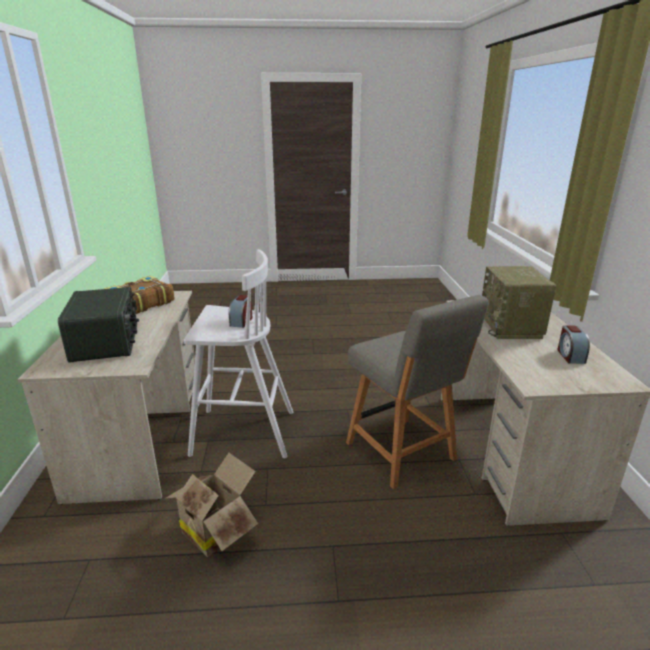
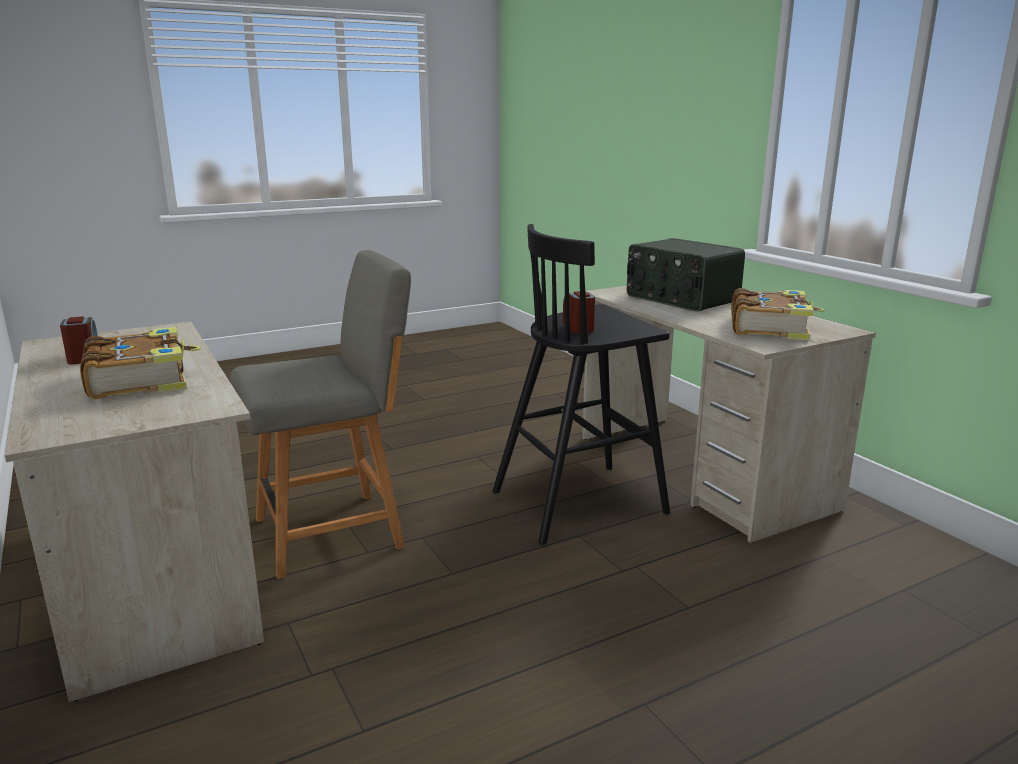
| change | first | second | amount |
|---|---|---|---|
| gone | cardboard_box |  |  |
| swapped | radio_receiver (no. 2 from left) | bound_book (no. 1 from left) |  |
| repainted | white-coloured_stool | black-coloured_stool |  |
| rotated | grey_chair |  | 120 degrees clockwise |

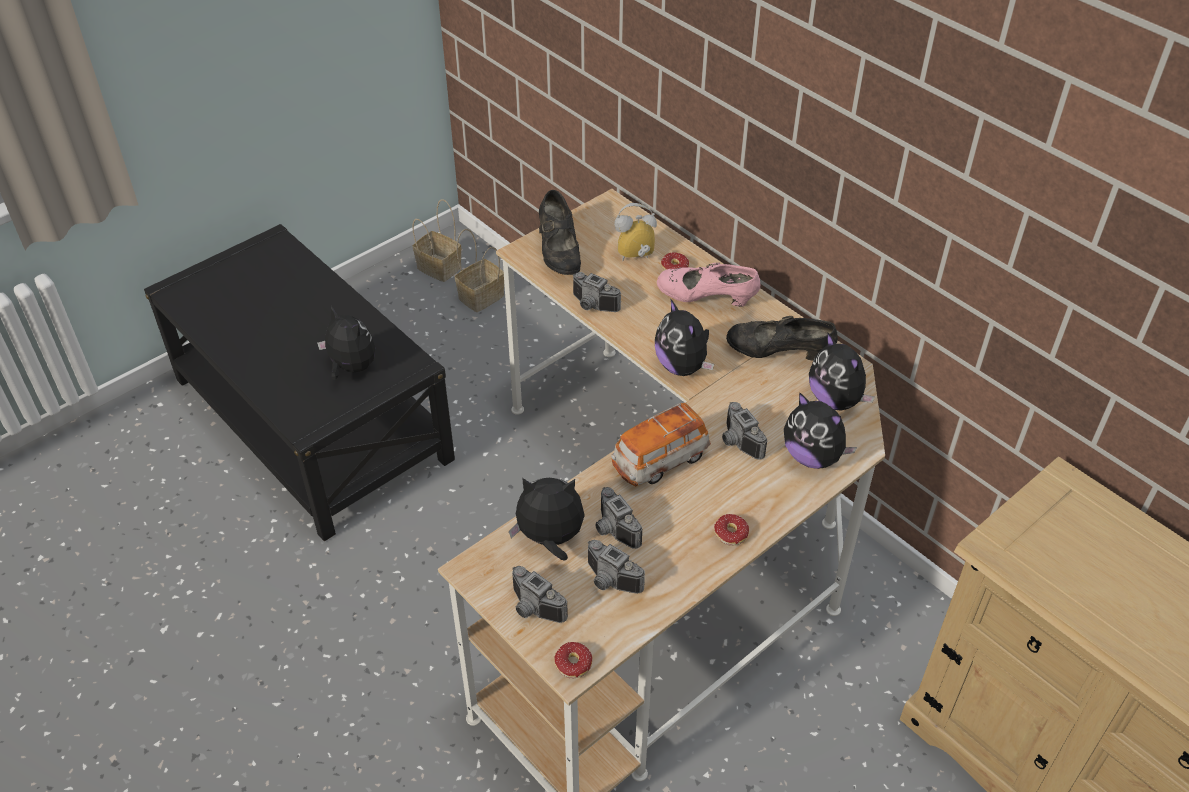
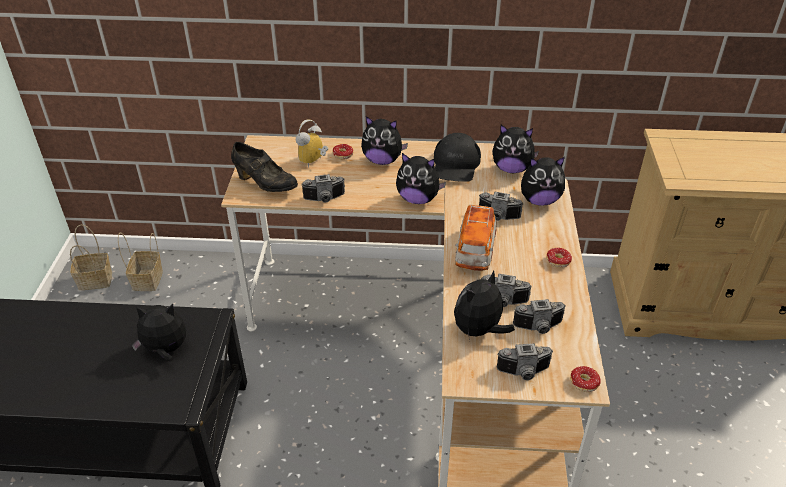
| change | first | second | amount |
|---|---|---|---|
| swapped | pinkish_item_of_footwear | plush_toy (no. 2 from left) |  |
| swapped | black-coloured_item_of_footwear (no. 2 from left) | black-coloured_peaked_cap |  |

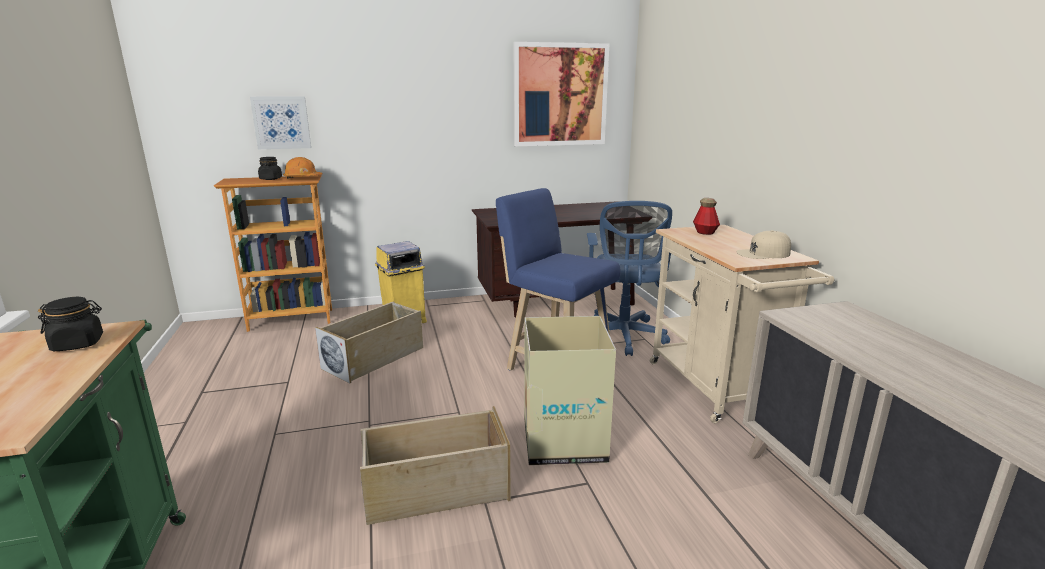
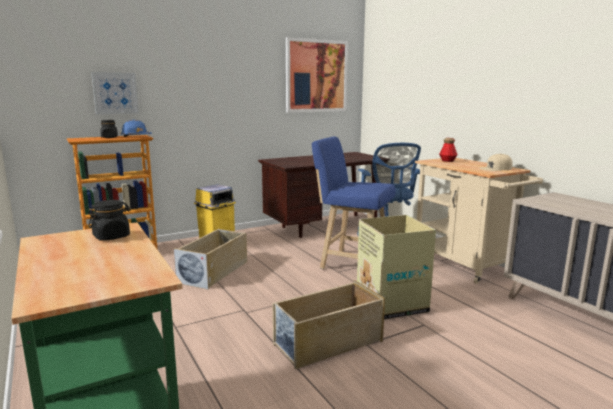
| change | first | second | amount |
|---|---|---|---|
| repainted | orange_safety_helmet | blue-coloured_safety_helmet |  |

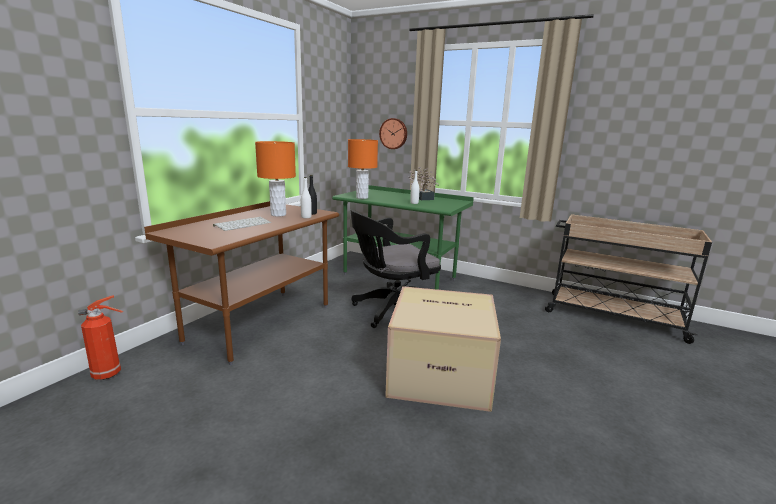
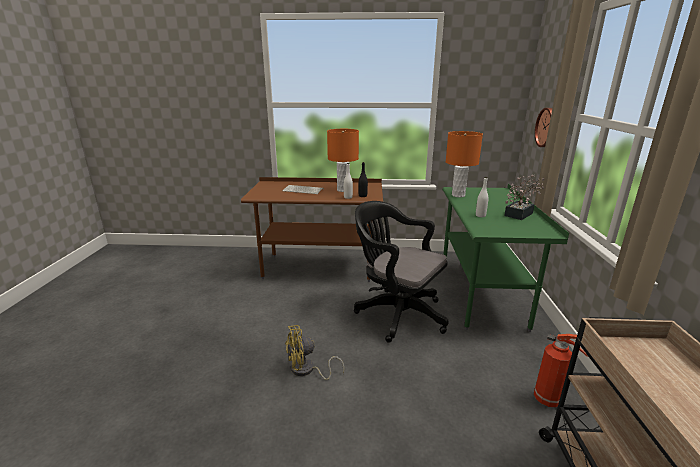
| change | first | second | amount |
|---|---|---|---|
| shifted | fire-fighting_cylinder |  |  |
| swapped | cardboard_box | yellowish_fan |  |

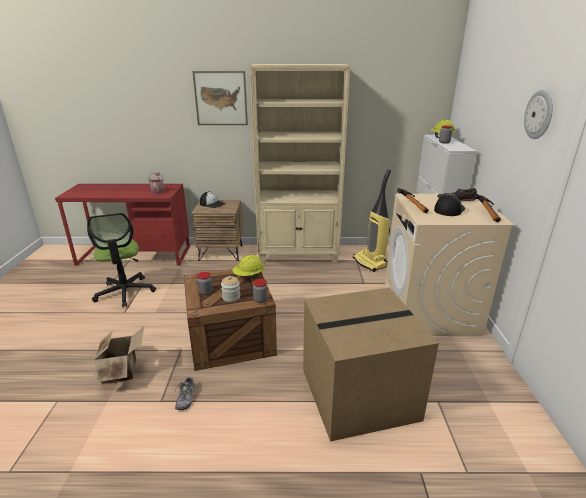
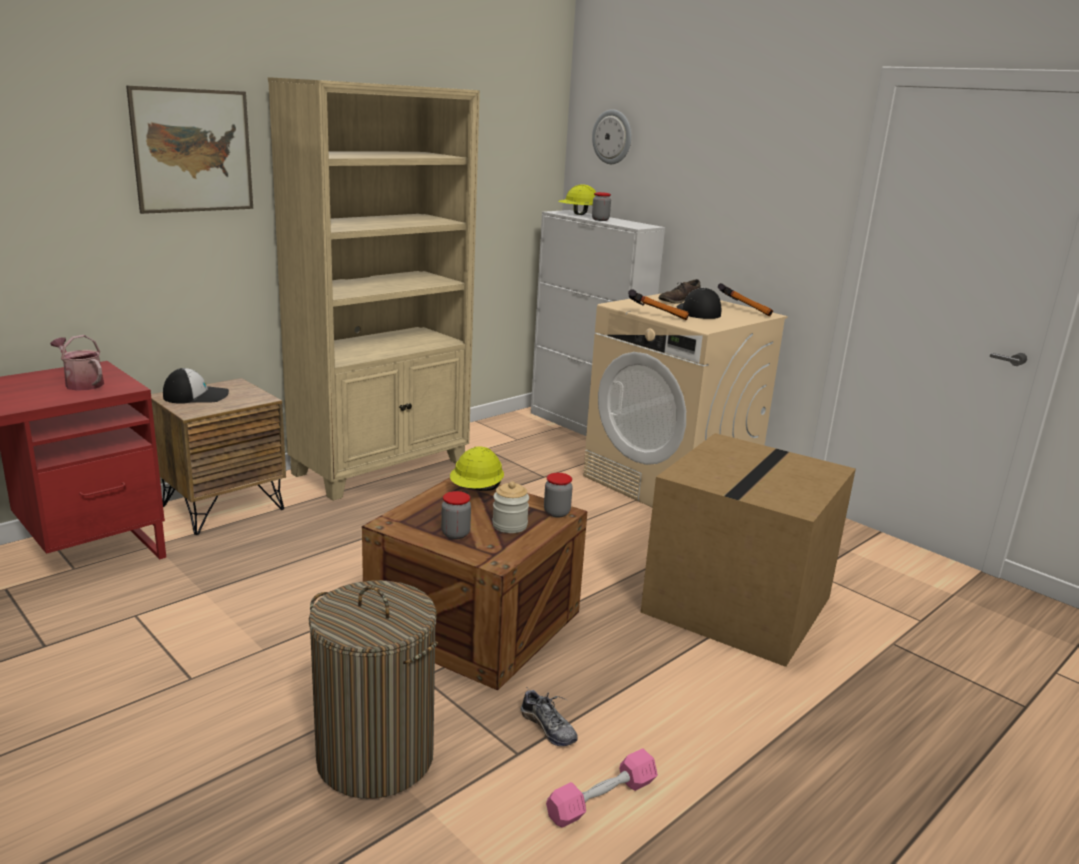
| change | first | second | amount |
|---|---|---|---|
| gone | office_chair |  |  |
| gone | vacuum_cleaner |  |  |
| new |  | pinkish_hand_weight |  |
| shifted | wall_clock |  |  |
| swapped | cardboard_box (no. 1 from left) | laundry_basket |  |

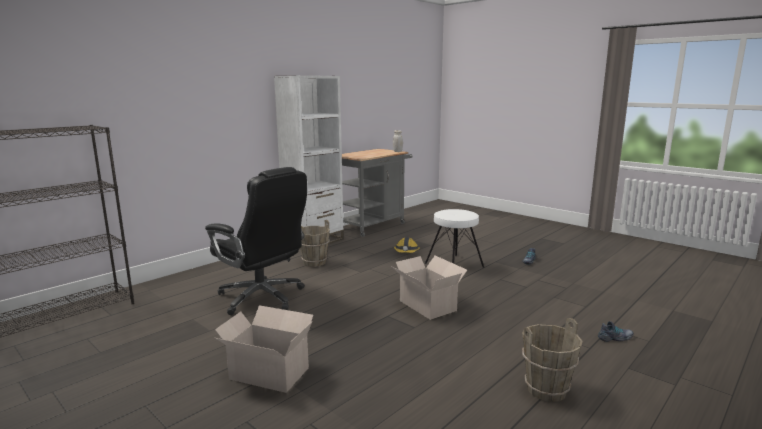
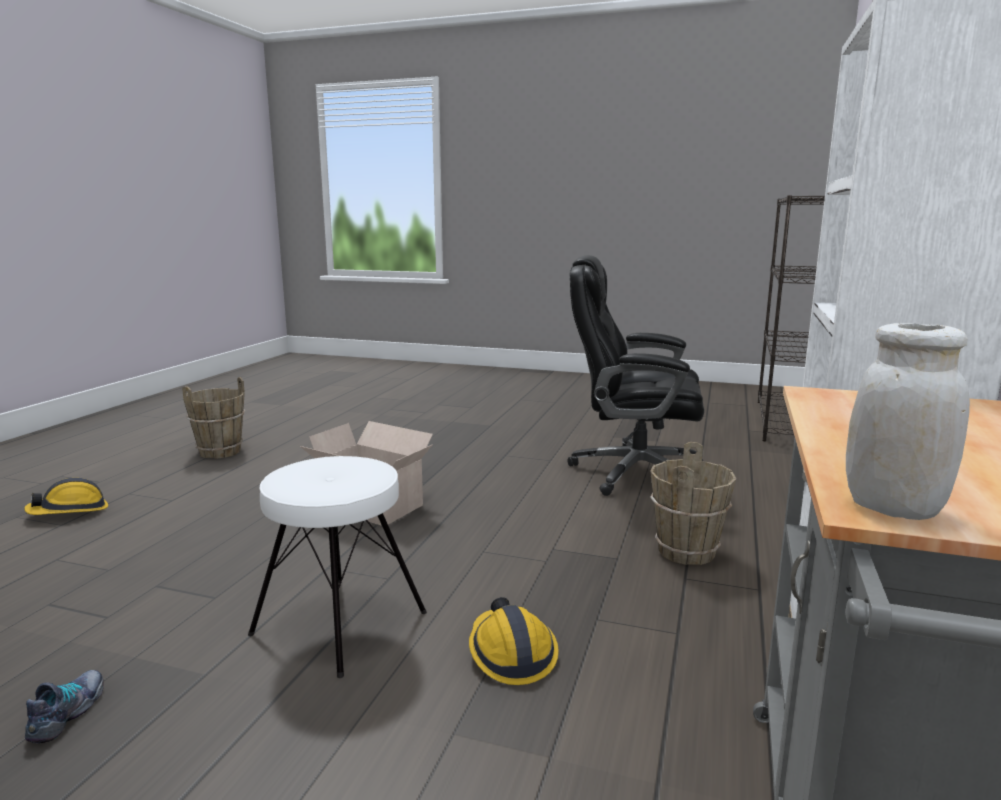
| change | first | second | amount |
|---|---|---|---|
| gone | cardboard_box (no. 1 from left) |  |  |
| swapped | item_of_footwear (no. 2 from left) | safety_helmet (no. 1 from left) |  |

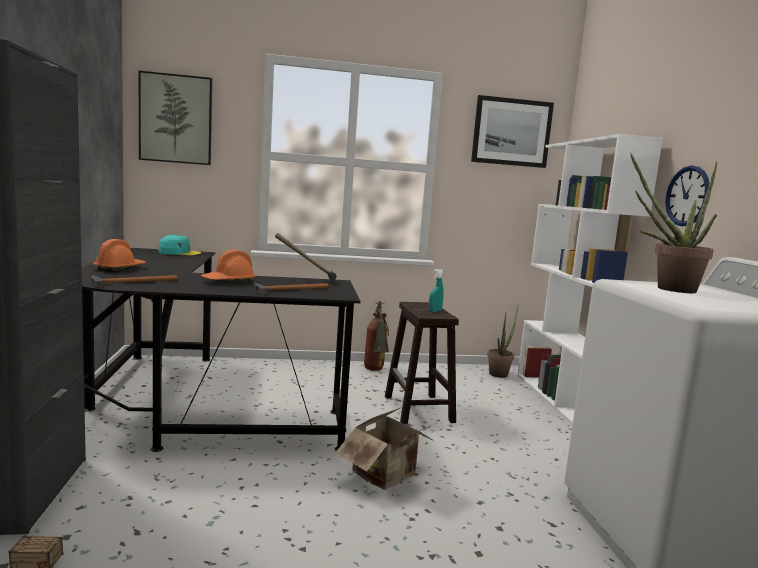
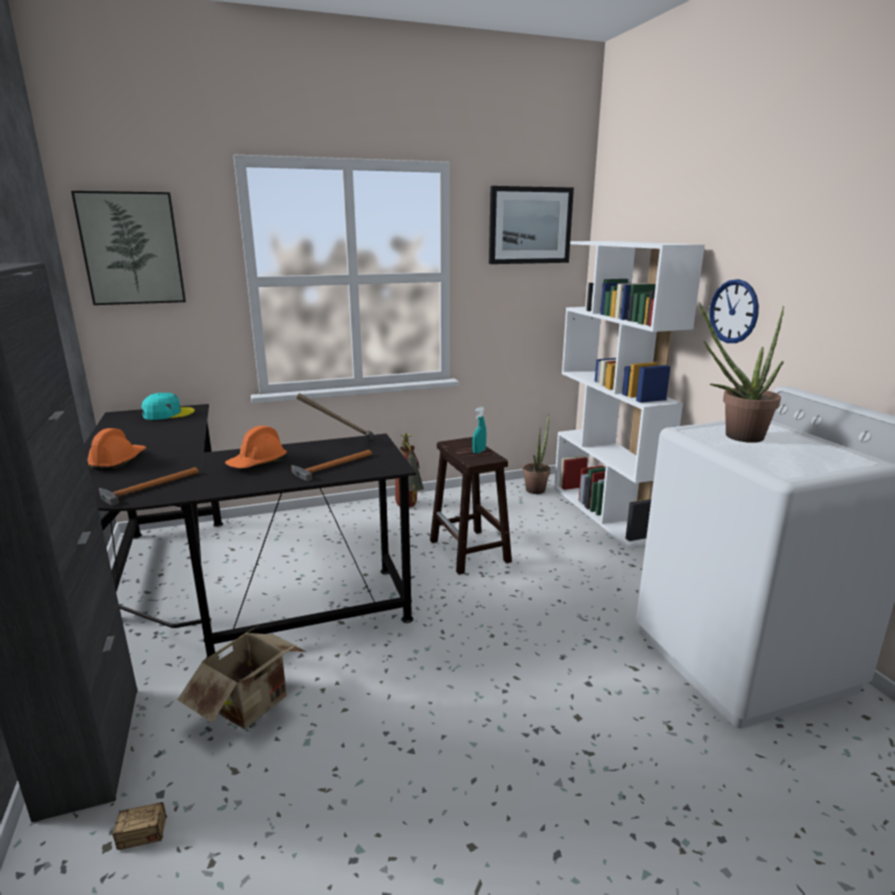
| change | first | second | amount |
|---|---|---|---|
| shifted | cardboard_box |  |  |

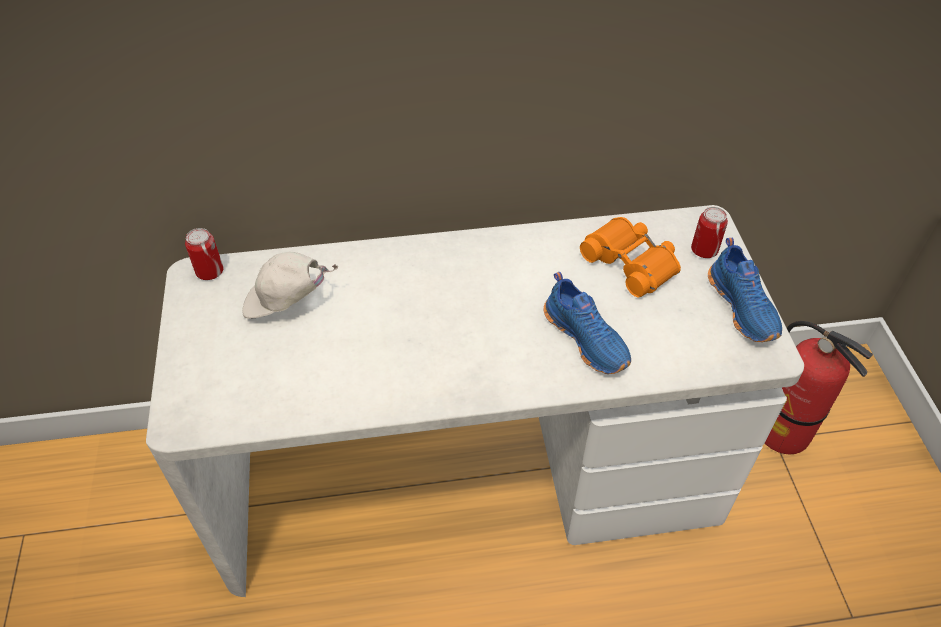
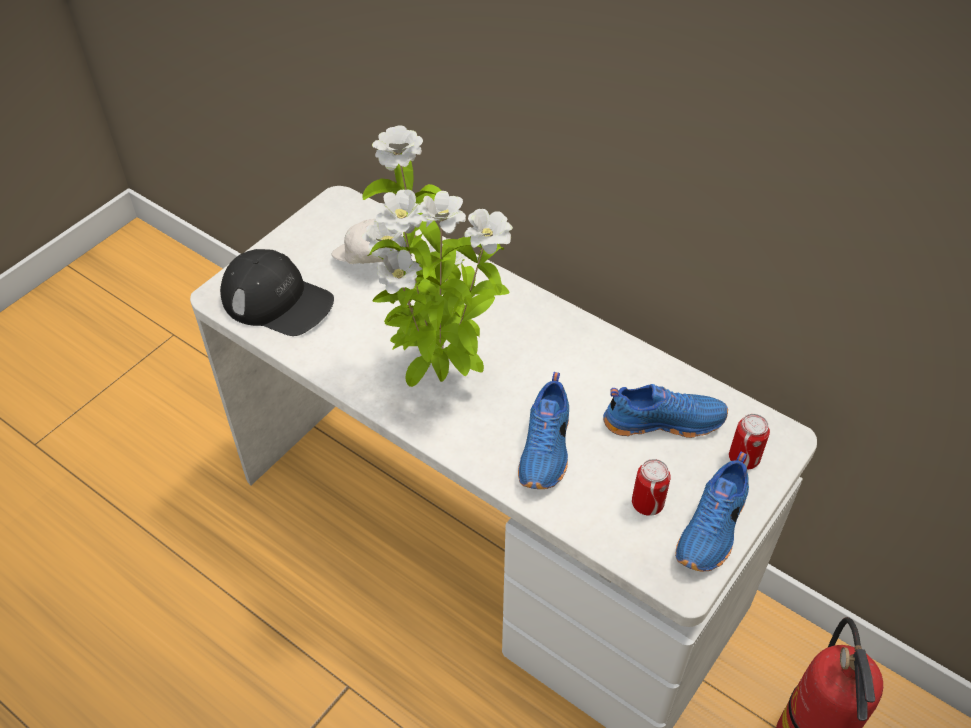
| change | first | second | amount |
|---|---|---|---|
| new |  | black-coloured_peaked_cap |  |
| new |  | houseplant |  |
| shifted | can (no. 1 from left) |  |  |
| swapped | orange_binoculars | blue-coloured_item_of_footwear (no. 2 from left) |  |

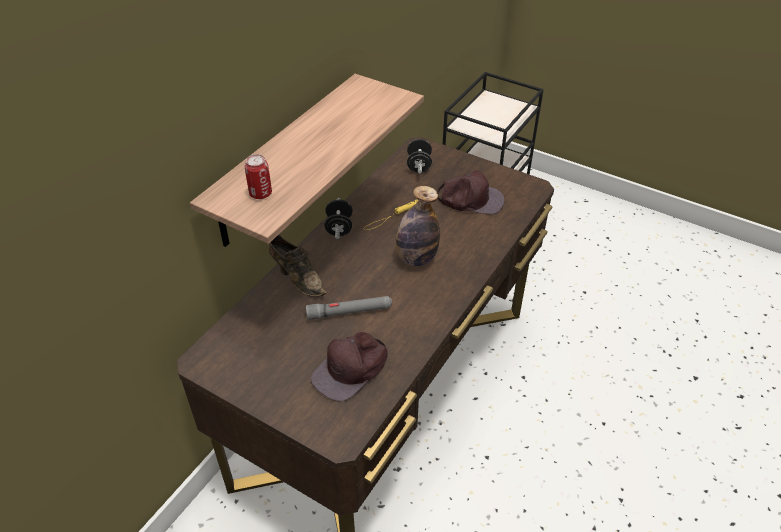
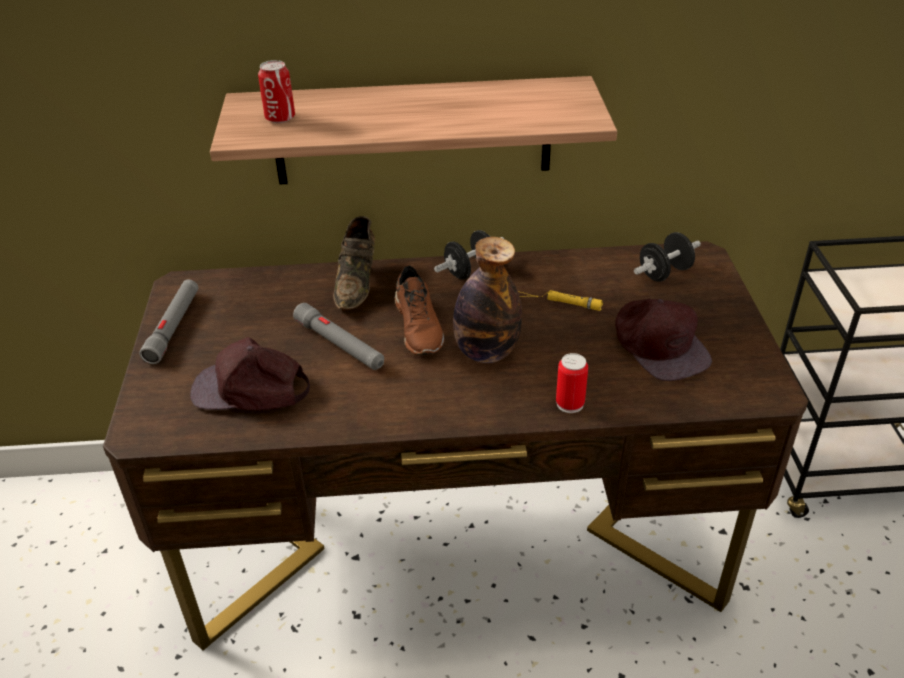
| change | first | second | amount |
|---|---|---|---|
| new |  | grey_torch (no. 1 from left) |  |
| new |  | brownish_item_of_footwear (no. 2 from left) |  |
| new |  | can (no. 2 from left) |  |

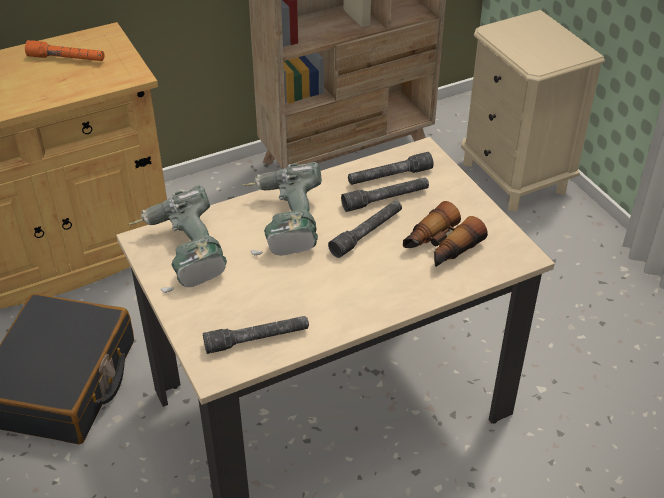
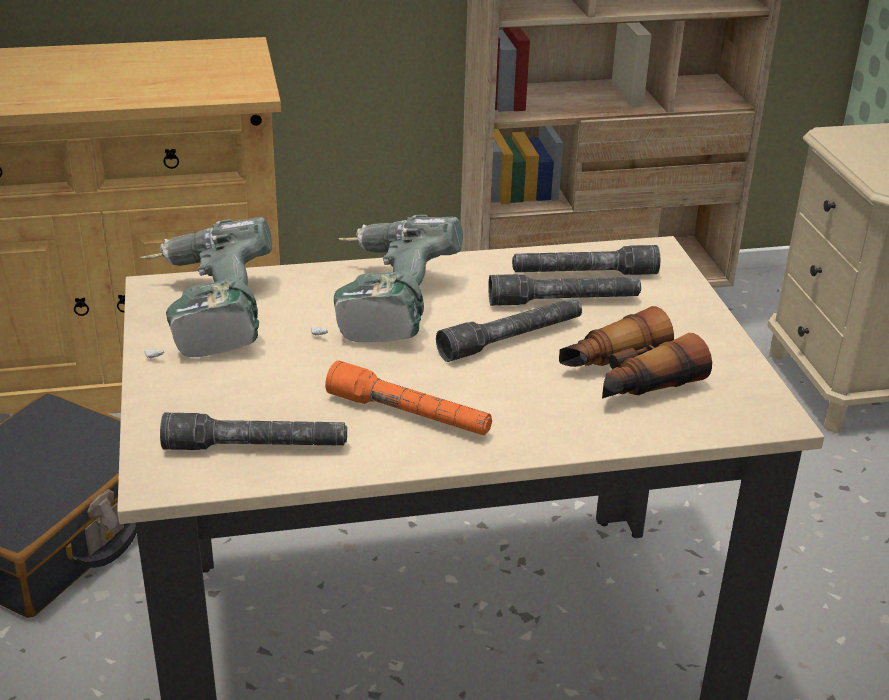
| change | first | second | amount |
|---|---|---|---|
| shifted | orange_torch |  |  |

